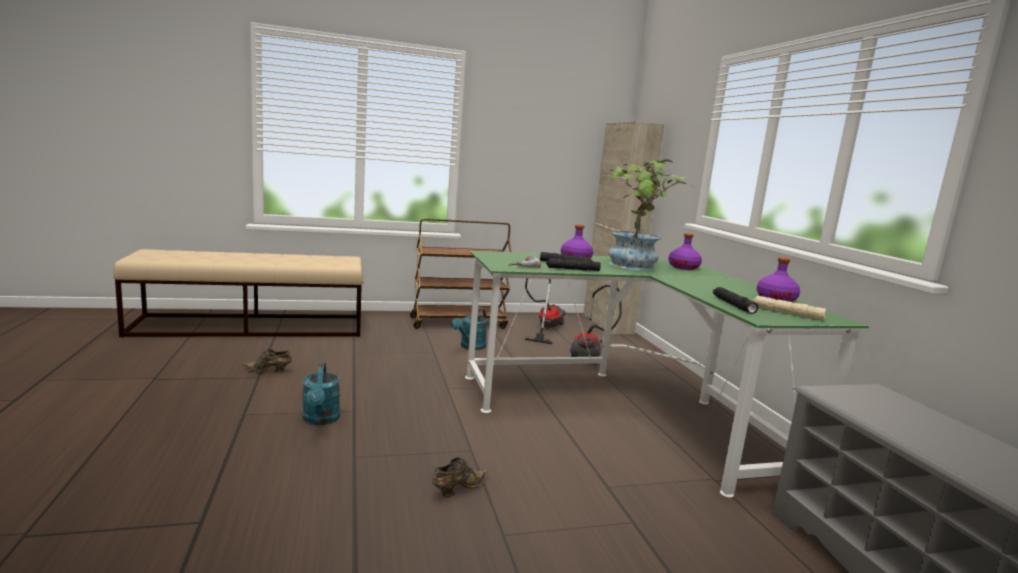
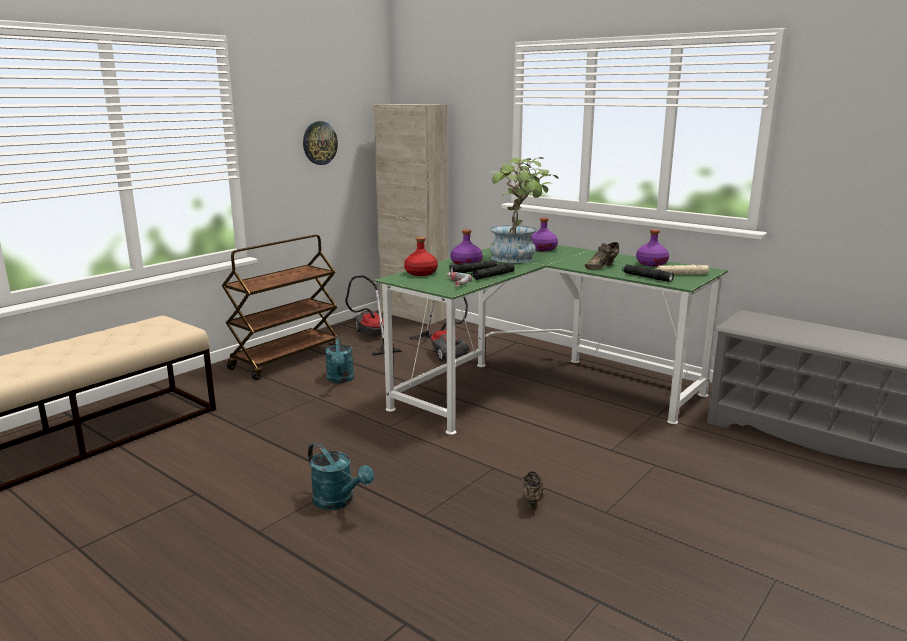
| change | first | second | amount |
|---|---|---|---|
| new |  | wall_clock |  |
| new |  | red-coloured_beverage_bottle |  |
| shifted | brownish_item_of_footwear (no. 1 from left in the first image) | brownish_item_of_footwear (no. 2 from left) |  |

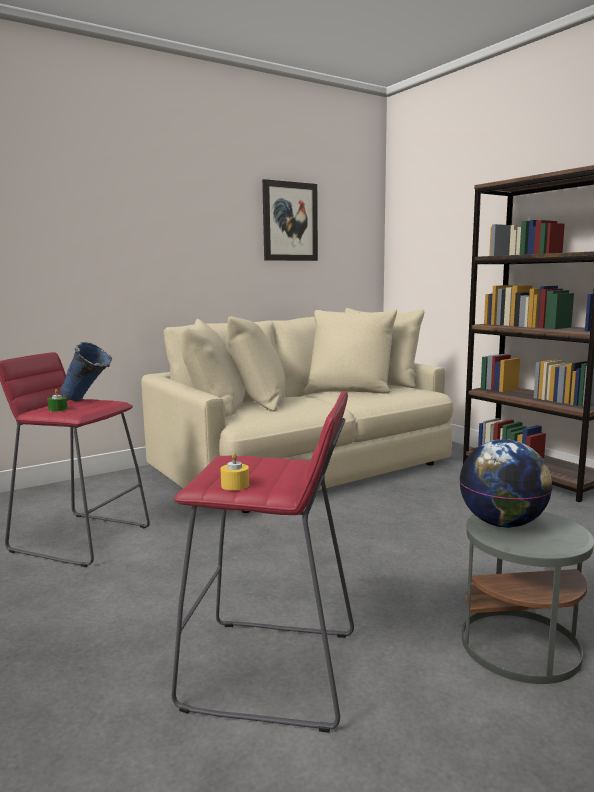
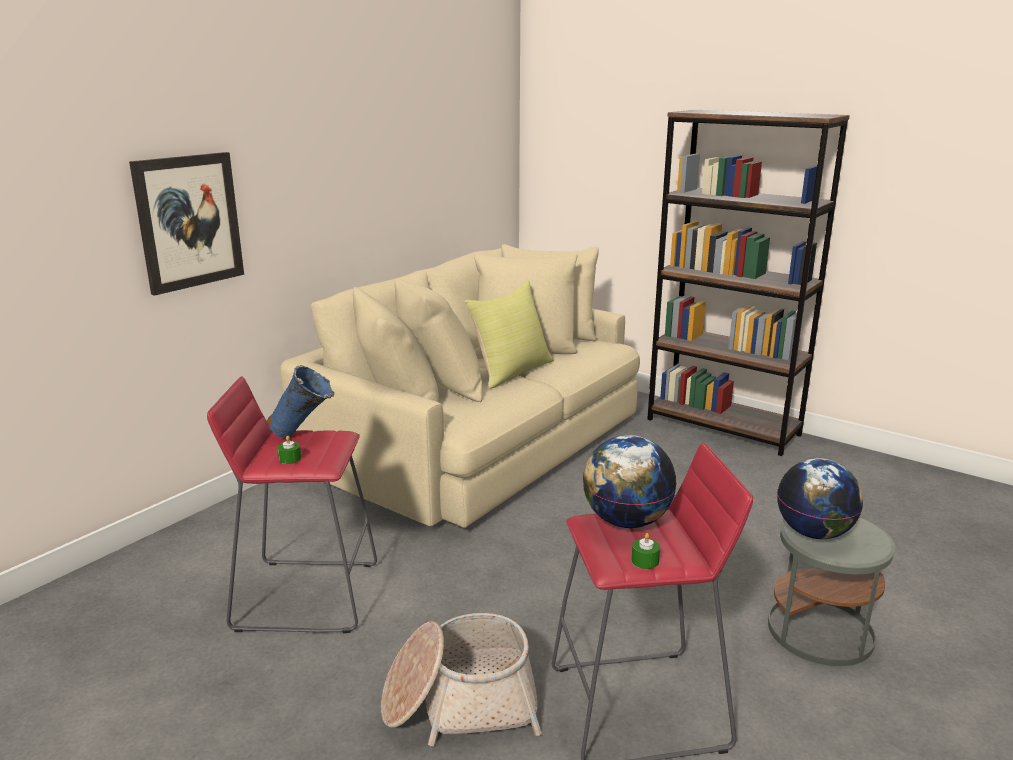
| change | first | second | amount |
|---|---|---|---|
| new |  | storage_basket |  |
| new |  | yellowish_cushion |  |
| new |  | desk_globe (no. 1 from left) |  |
| shifted | wall_art |  |  |
| repainted | yellowish_candle | green_candle (no. 2 from left) |  |

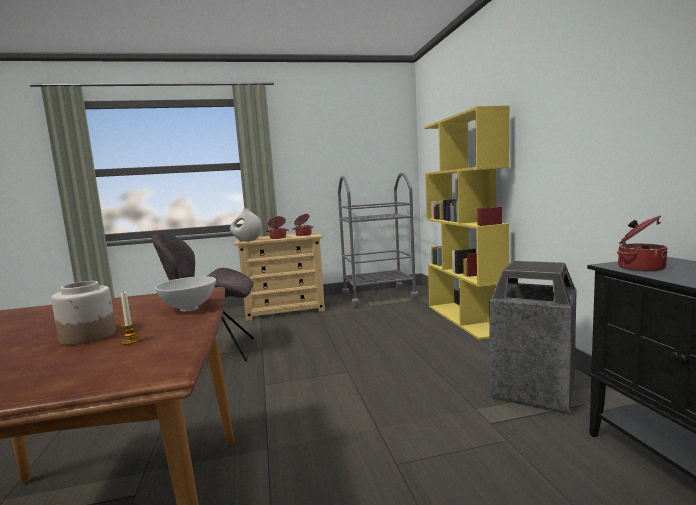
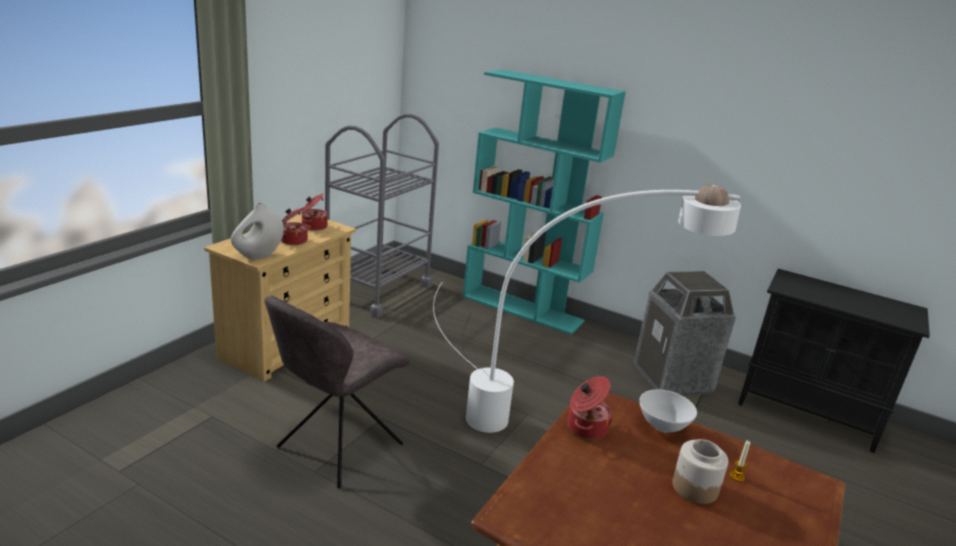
| change | first | second | amount |
|---|---|---|---|
| new |  | white-coloured_standing_lamp |  |
| shifted | saucepot (no. 3 from left) |  |  |
| repainted | yellowish_bookshelf | turquoise_bookshelf |  |

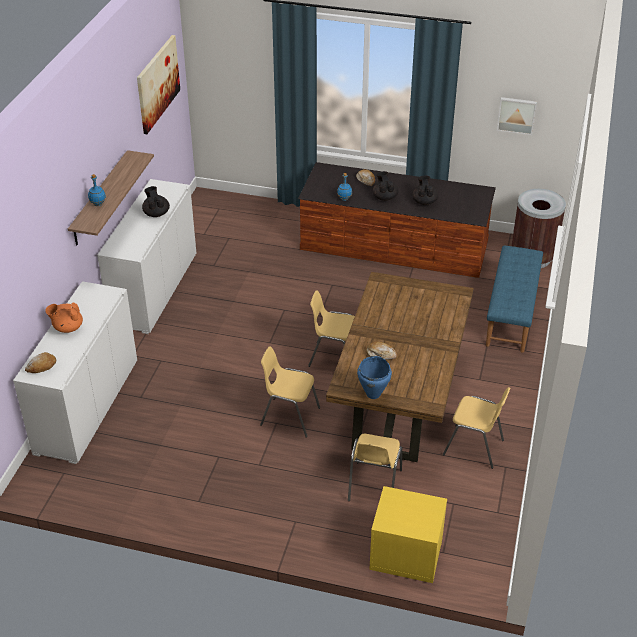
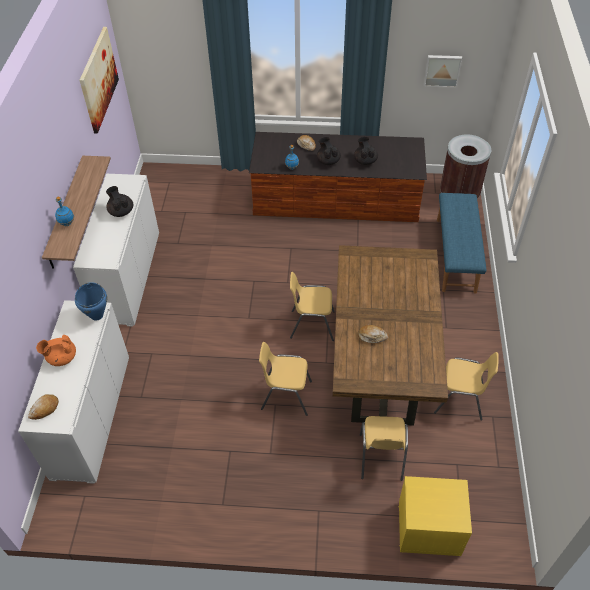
| change | first | second | amount |
|---|---|---|---|
| shifted | blue-coloured_saucepot |  |  |

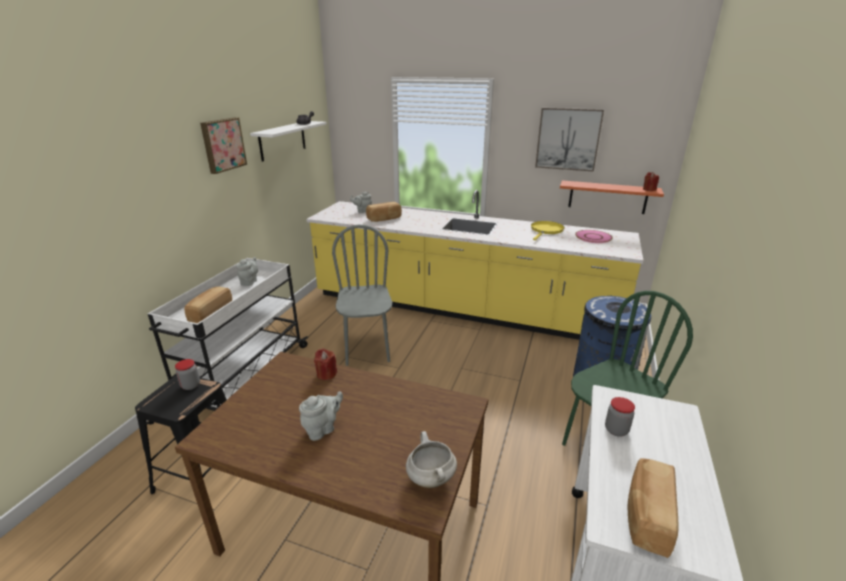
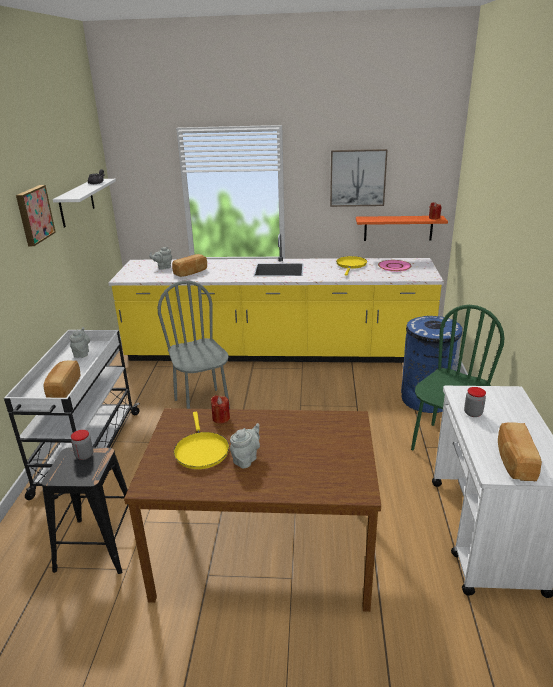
| change | first | second | amount |
|---|---|---|---|
| gone | white-coloured_saucepot |  |  |
| new |  | yellowish_pan (no. 1 from left) |  |

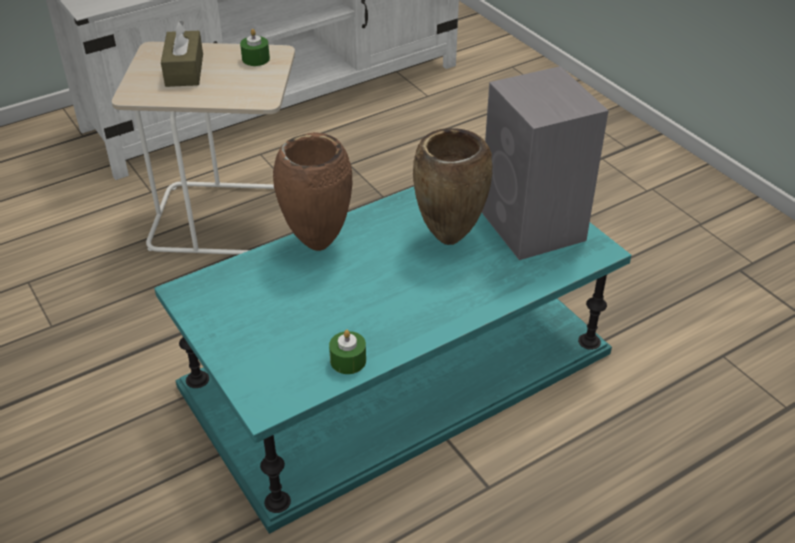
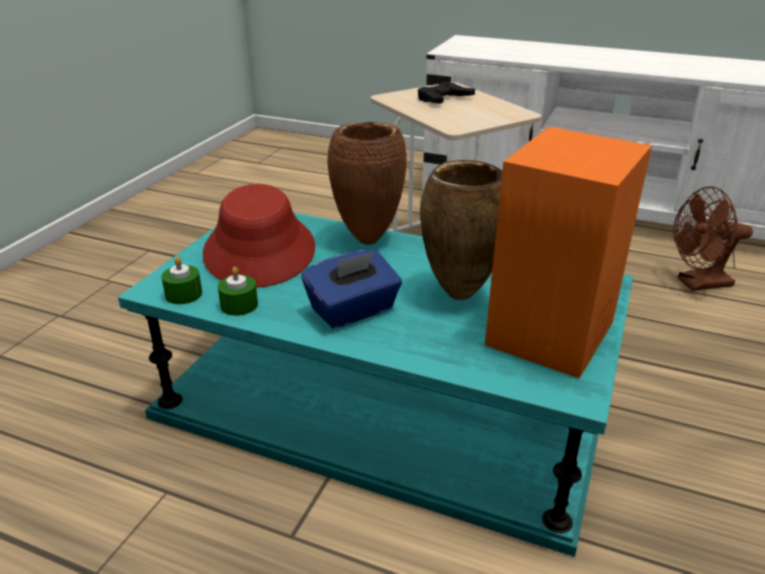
| change | first | second | amount |
|---|---|---|---|
| new |  | red-coloured_wearable_hat |  |
| new |  | blue-coloured_box_of_tissues |  |
| new |  | brownish_fan |  |
| shifted | green_candle (no. 1 from left) |  |  |
| swapped | brownish_box_of_tissues | black-coloured_gamepad |  |
| repainted | grey_audio_speaker | orange_audio_speaker |  |

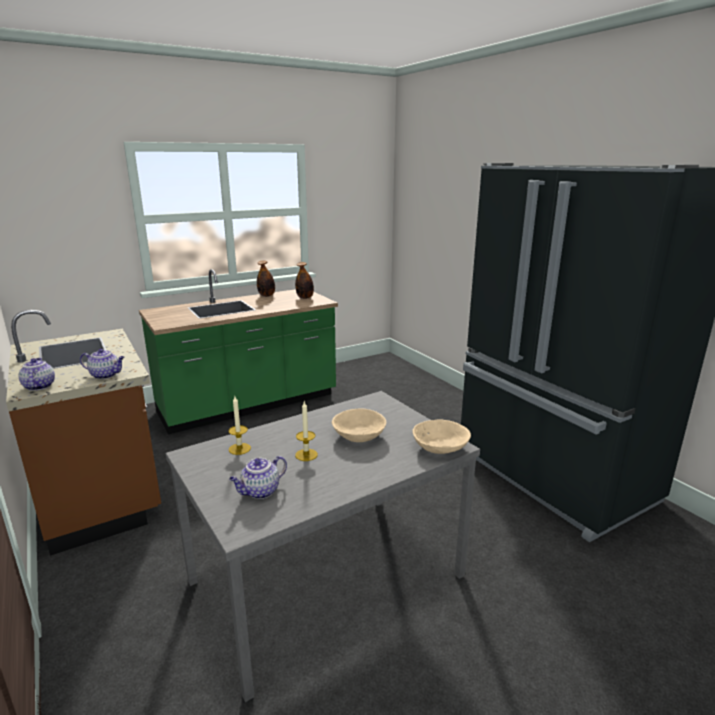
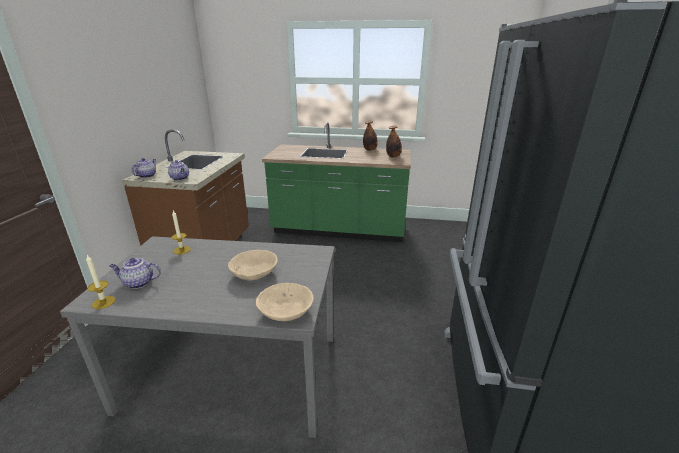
| change | first | second | amount |
|---|---|---|---|
| shifted | candle (no. 2 from left in the first image) | candle (no. 1 from left) |  |

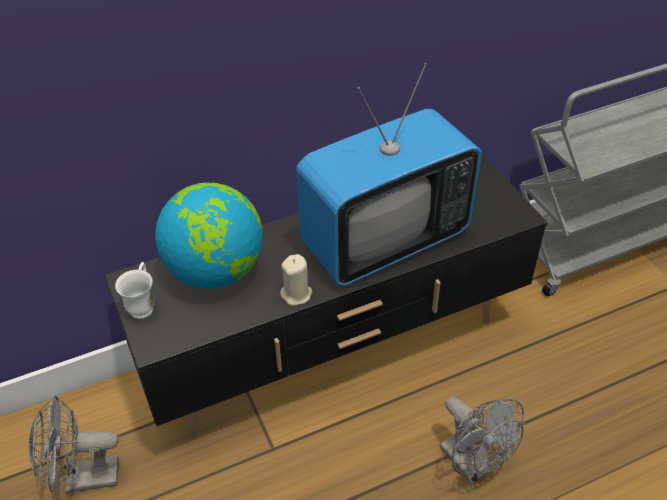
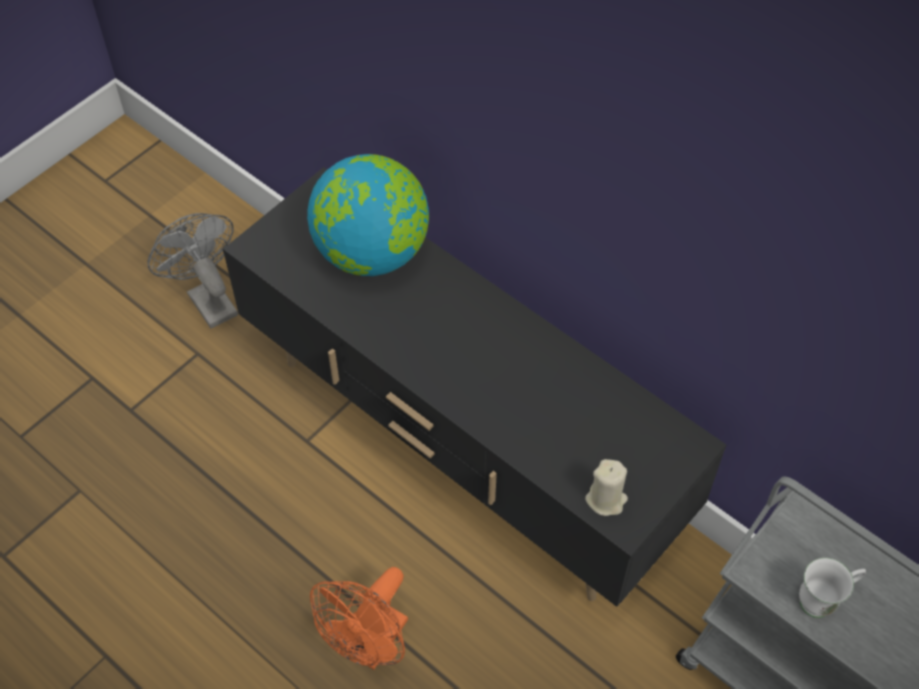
| change | first | second | amount |
|---|---|---|---|
| gone | television |  |  |
| shifted | white-coloured_tea_mug |  |  |
| shifted | beige_candle |  |  |
| repainted | grey_fan (no. 2 from left) | orange_fan |  |

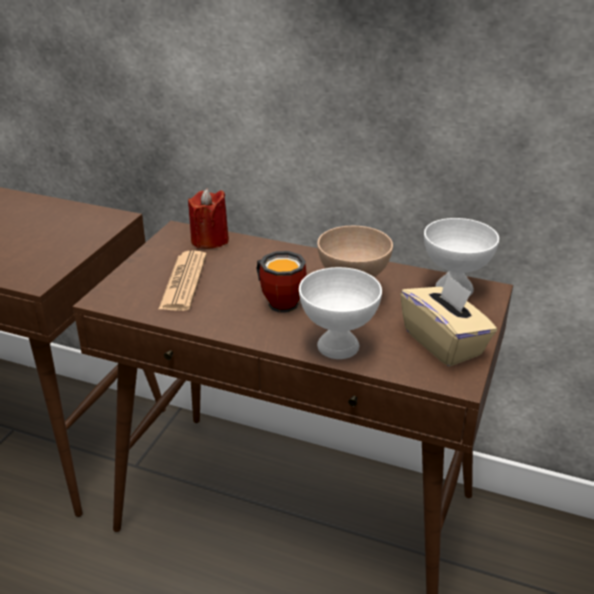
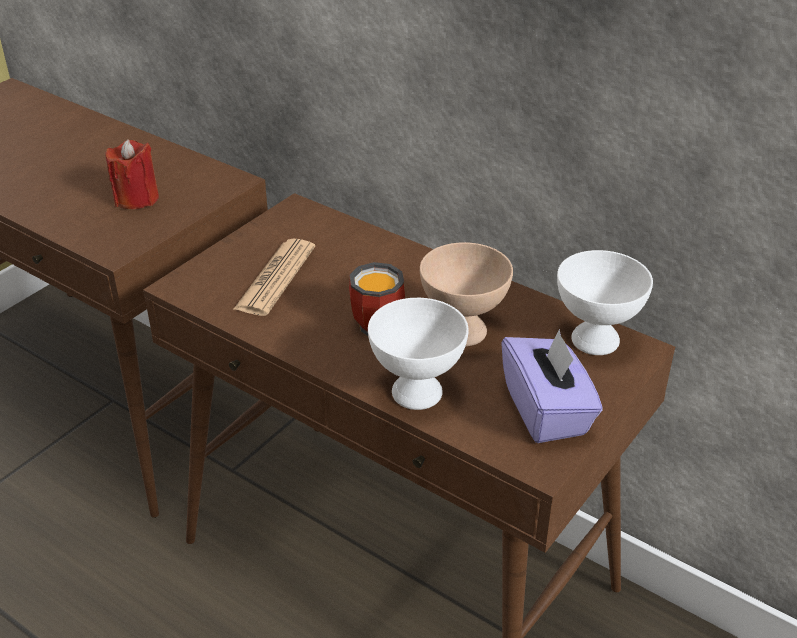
| change | first | second | amount |
|---|---|---|---|
| shifted | red-coloured_candle |  |  |
| repainted | beige_box_of_tissues | purplish_box_of_tissues |  |

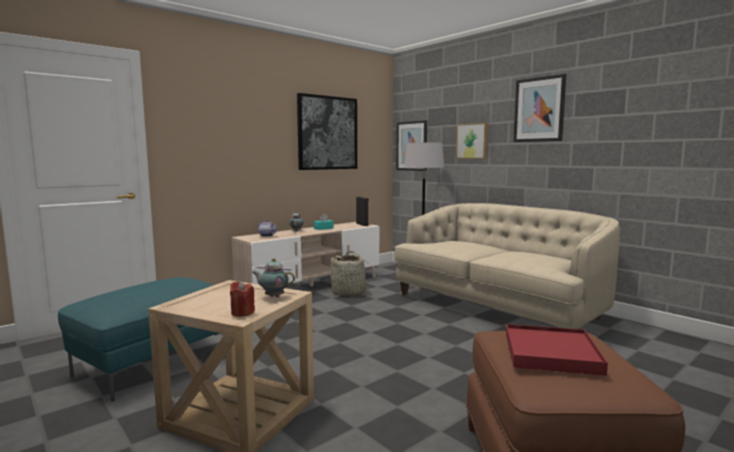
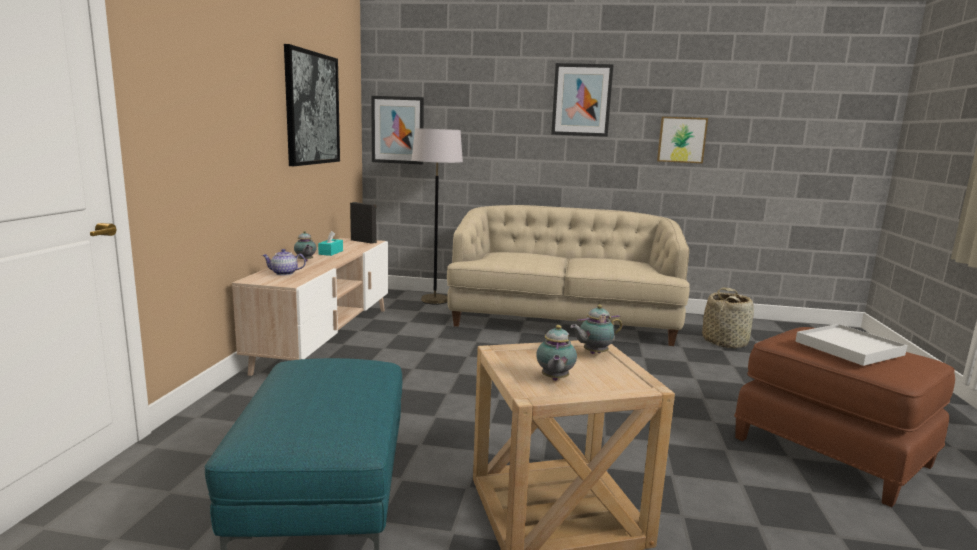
| change | first | second | amount |
|---|---|---|---|
| gone | red-coloured_candle |  |  |
| new |  | teapot (no. 3 from left) |  |
| shifted | storage_basket |  |  |
| shifted | wall_art (no. 3 from left in the first image) | wall_art (no. 4 from left) |  |
| repainted | red-coloured_tray | white-coloured_tray |  |

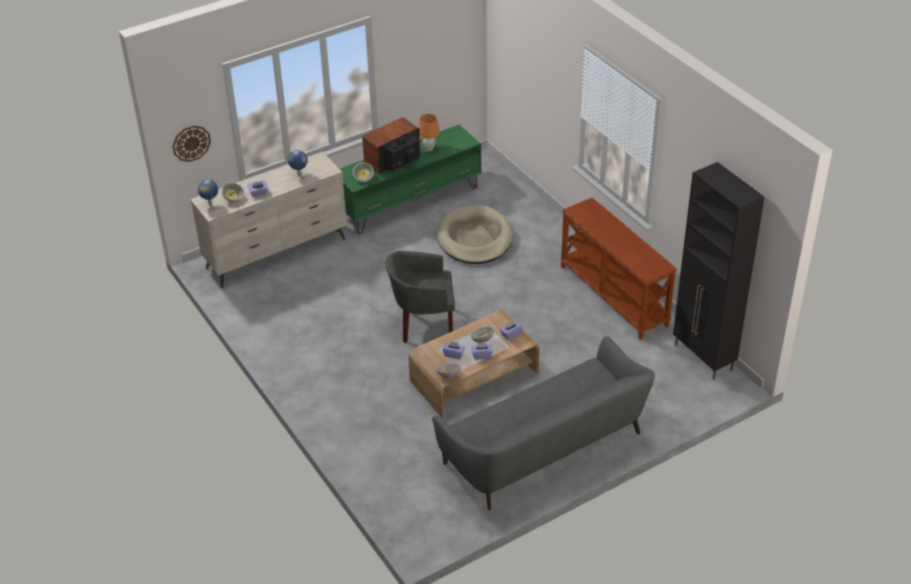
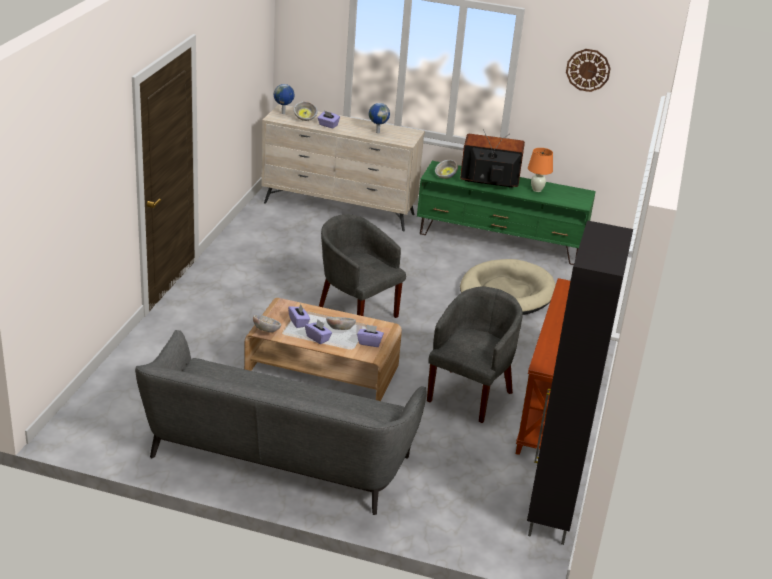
| change | first | second | amount |
|---|---|---|---|
| new |  | grey_easy_chair (no. 2 from left) |  |
| shifted | wall_clock |  |  |

